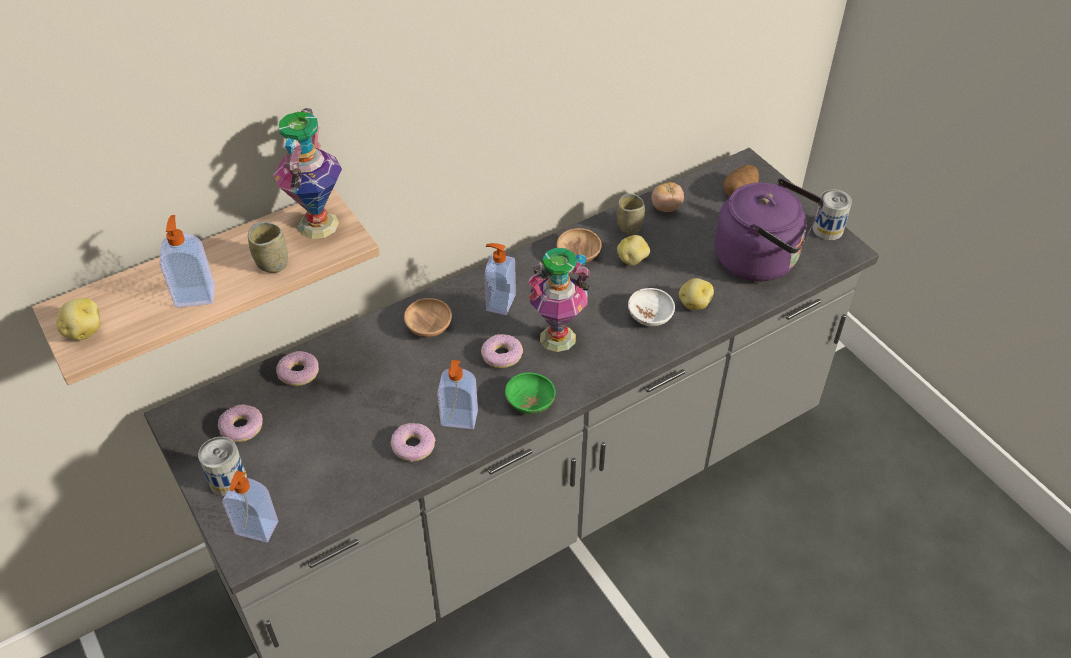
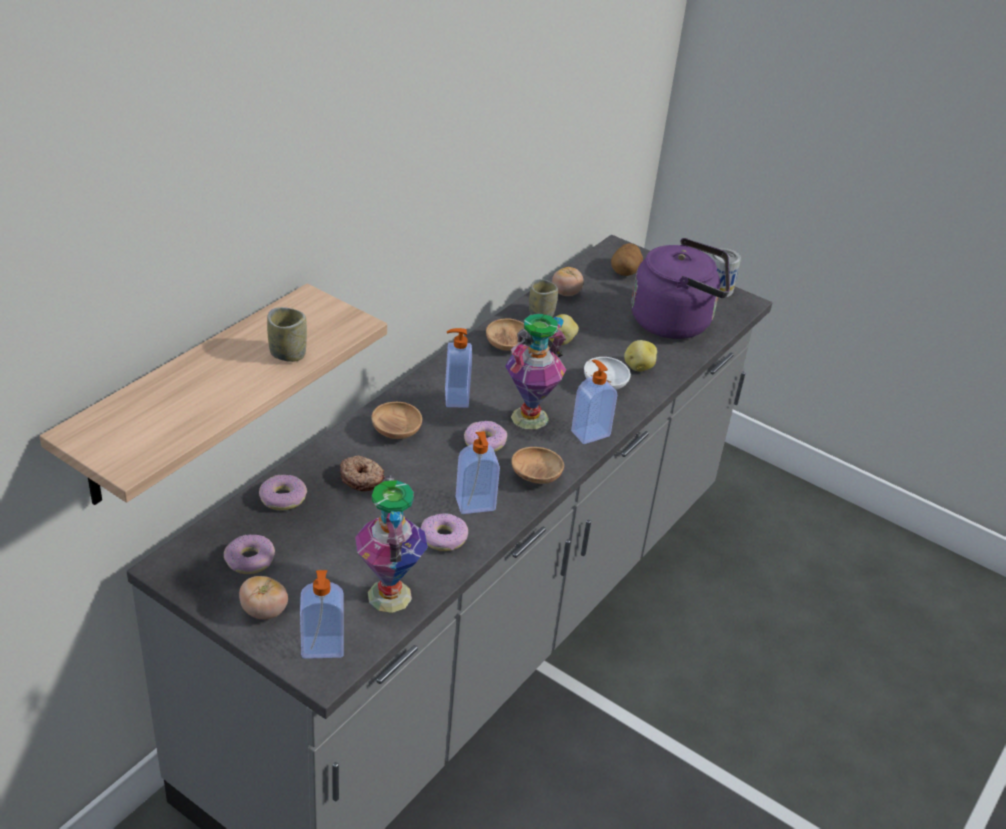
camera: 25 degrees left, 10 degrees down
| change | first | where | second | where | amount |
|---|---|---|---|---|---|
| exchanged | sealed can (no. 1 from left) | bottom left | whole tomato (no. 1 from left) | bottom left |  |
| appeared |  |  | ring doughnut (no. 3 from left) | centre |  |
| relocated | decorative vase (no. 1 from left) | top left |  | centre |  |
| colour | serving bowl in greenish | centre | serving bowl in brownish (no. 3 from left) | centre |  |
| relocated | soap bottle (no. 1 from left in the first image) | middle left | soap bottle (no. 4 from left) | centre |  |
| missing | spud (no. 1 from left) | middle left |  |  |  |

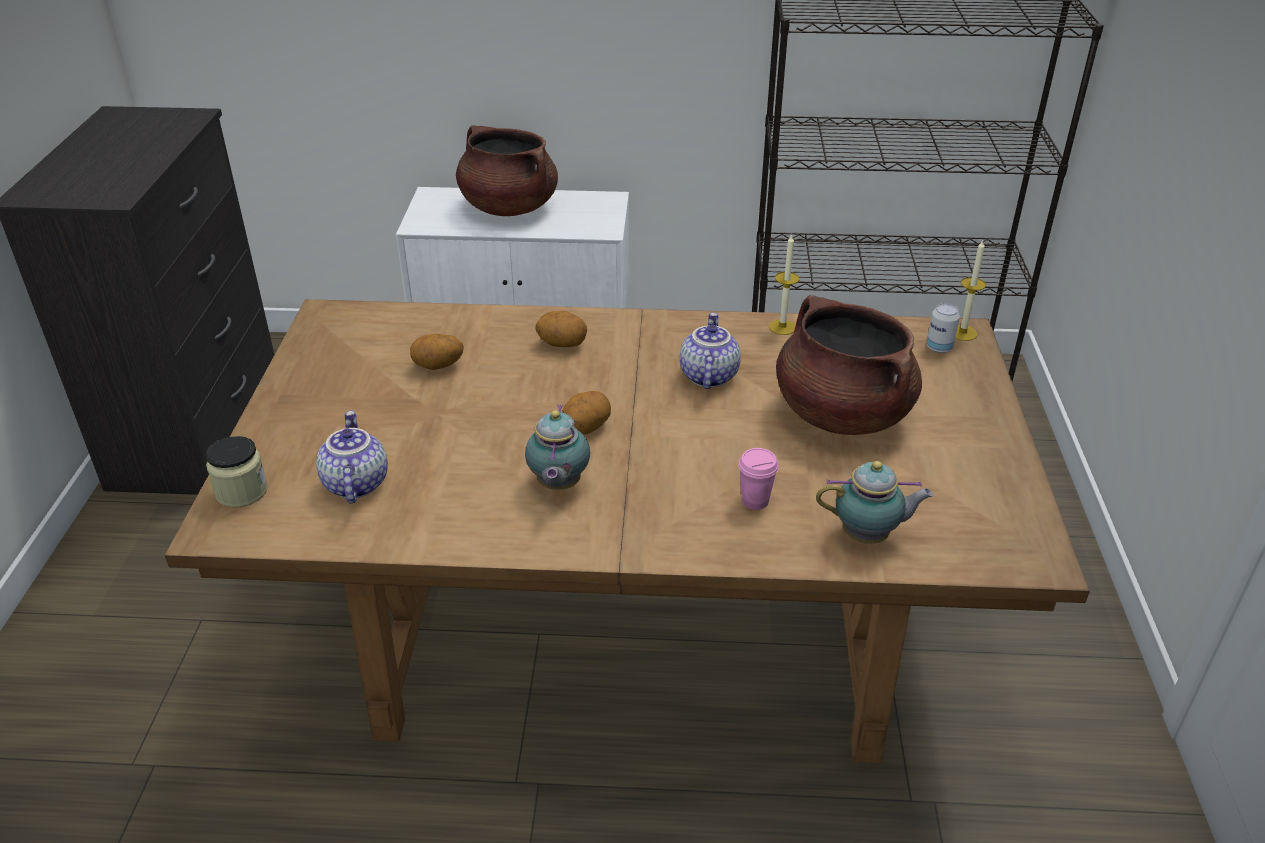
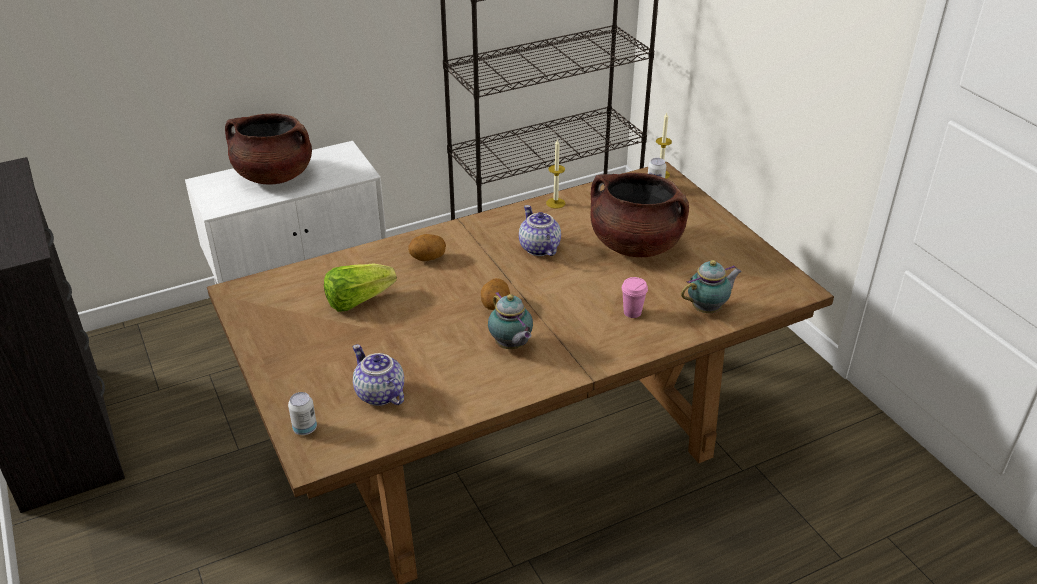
camera: 30 degrees left, 0 degrees up
| change | first | where | second | where | amount |
|---|---|---|---|---|---|
| exchanged | storage jar | middle left | sealed can (no. 1 from left) | bottom left |  |
| exchanged | spud (no. 1 from left) | centre | lettuce head | centre |  |

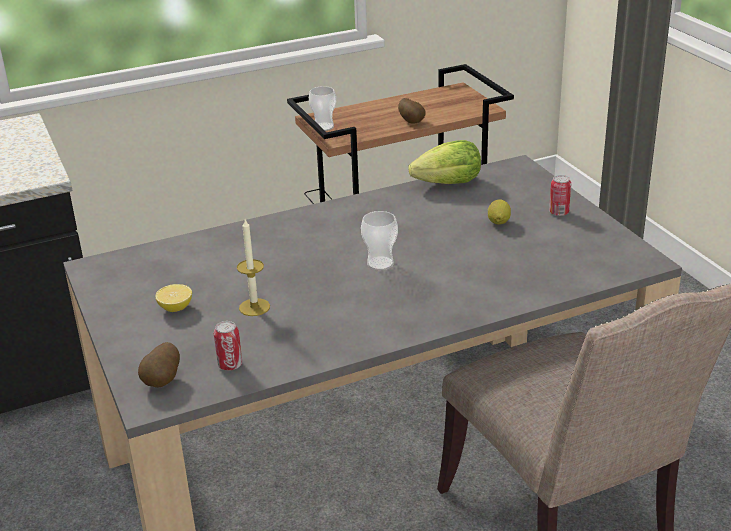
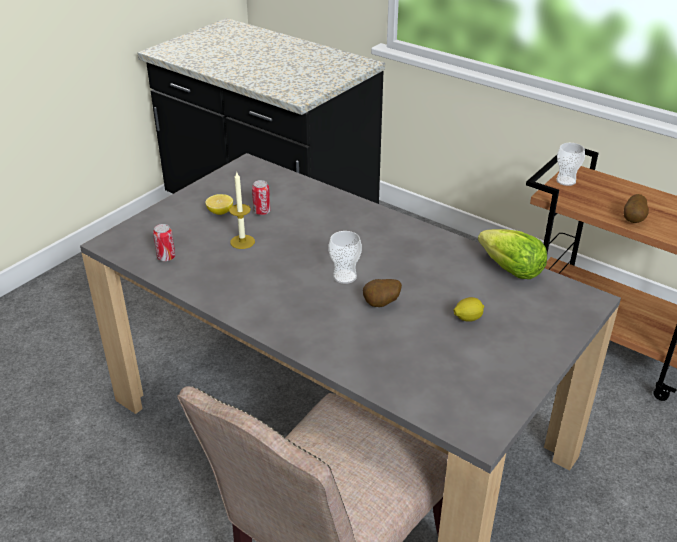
camera: 60 degrees right, 5 degrees up
| change | first | where | second | where | amount |
|---|---|---|---|---|---|
| relocated | sealed can (no. 2 from left) | middle right |  | centre |  |
| relocated | spud (no. 1 from left) | bottom left |  | centre |  |

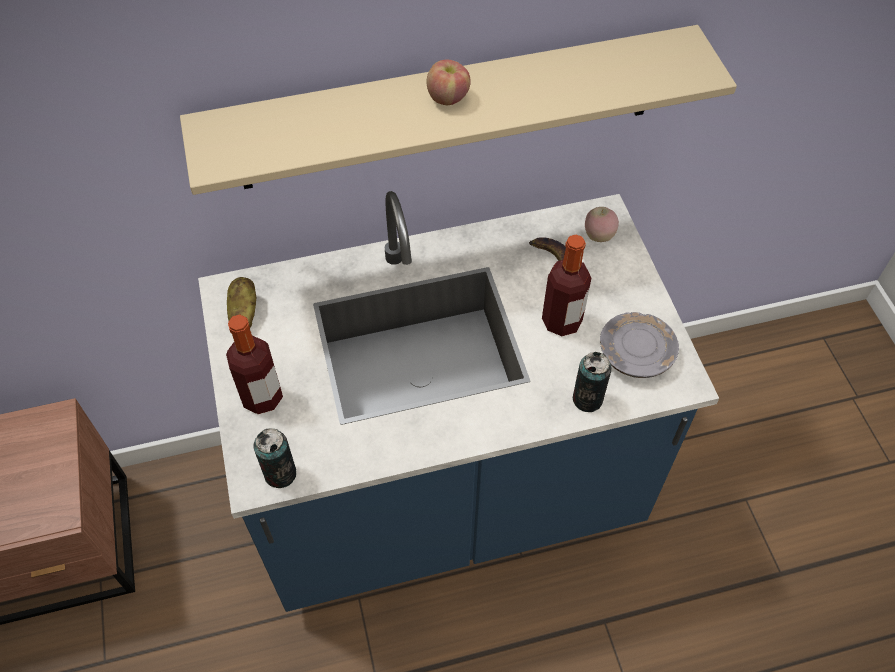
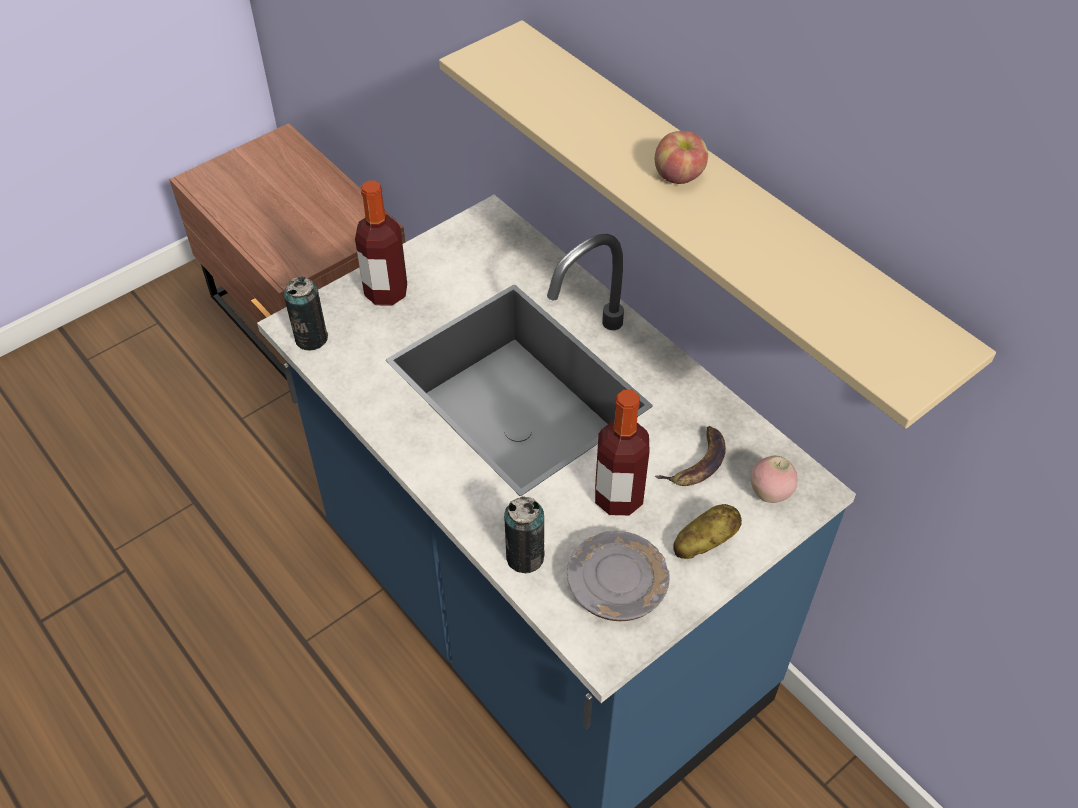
camera: 65 degrees right, 5 degrees down
| change | first | where | second | where | amount |
|---|---|---|---|---|---|
| relocated | spud | middle left |  | centre |  |

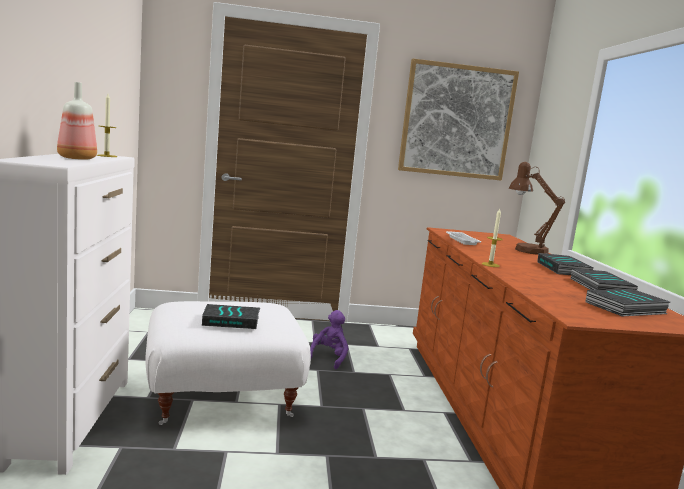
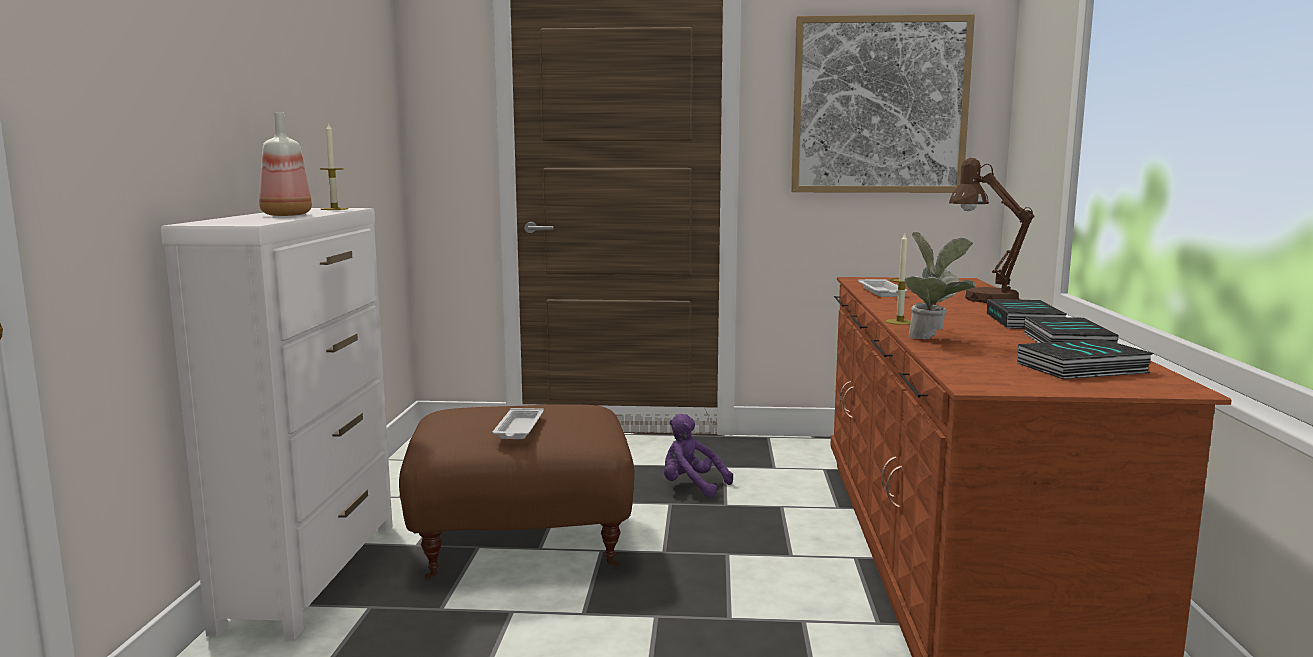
camera: 10 degrees right, 0 degrees up
| change | first | where | second | where | amount |
|---|---|---|---|---|---|
| colour | pouffe in white-coloured | bottom centre | pouffe in brownish | bottom centre |  |
| exchanged | bound book (no. 1 from left) | centre | serving tray in white-coloured (no. 1 from left) | centre |  |
| spun | soft toy in purplish | bottom centre |  | bottom centre | 90 degrees counterclockwise |
| appeared |  |  | houseplant | middle right |  |

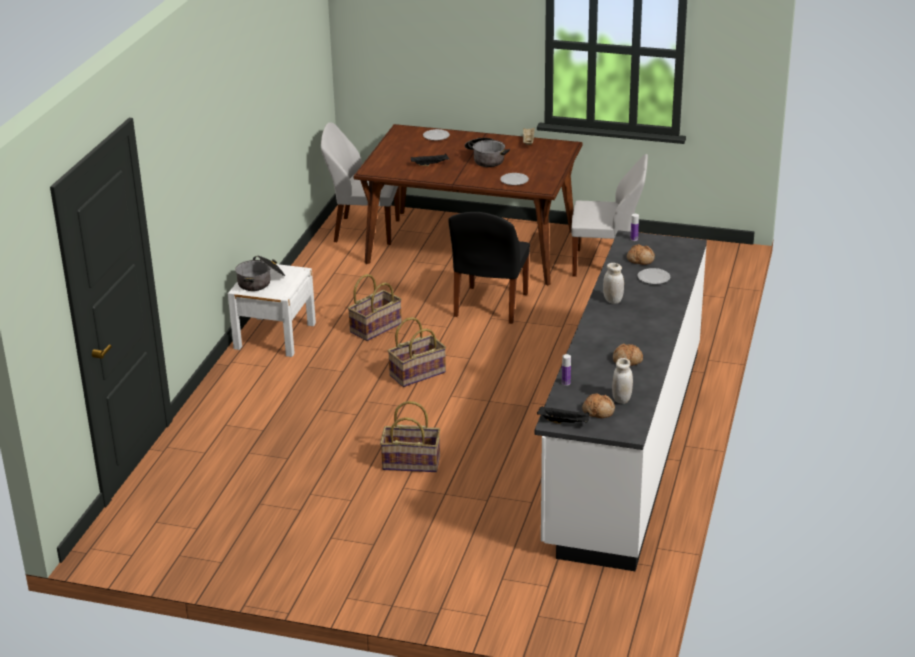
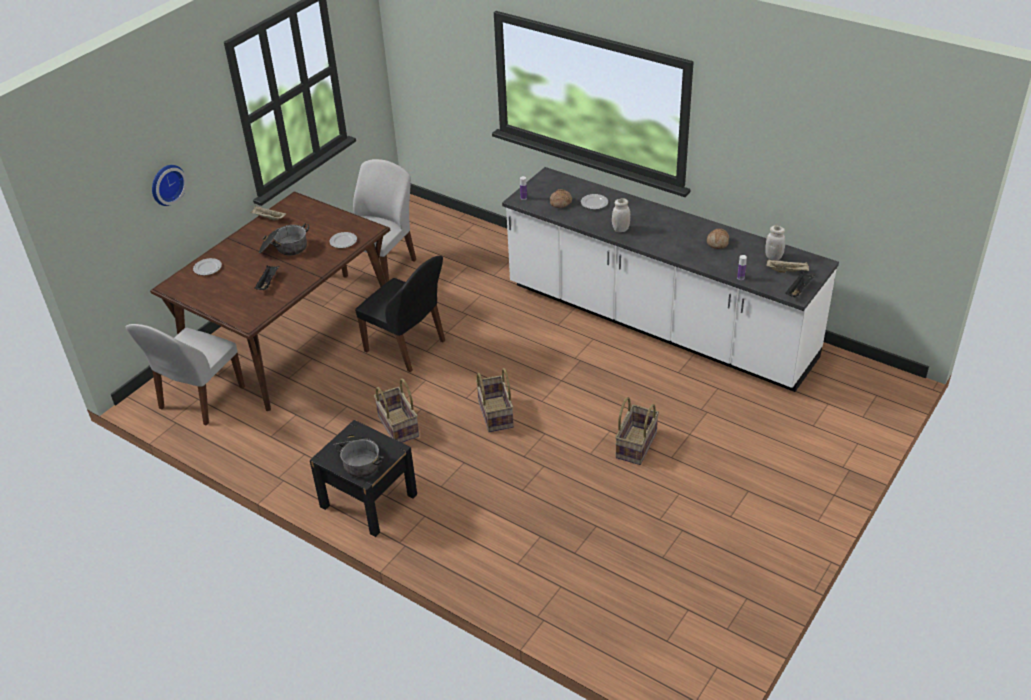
camera: 70 degrees left, 10 degrees up
| change | first | where | second | where | amount |
|---|---|---|---|---|---|
| appeared |  |  | wall clock | top left |  |
| colour | night table in white-coloured | middle left | night table in black | bottom centre |  |
| exchanged | bread (no. 1 from left) | centre | serving tray in sand-coloured (no. 2 from left) | middle right |  |

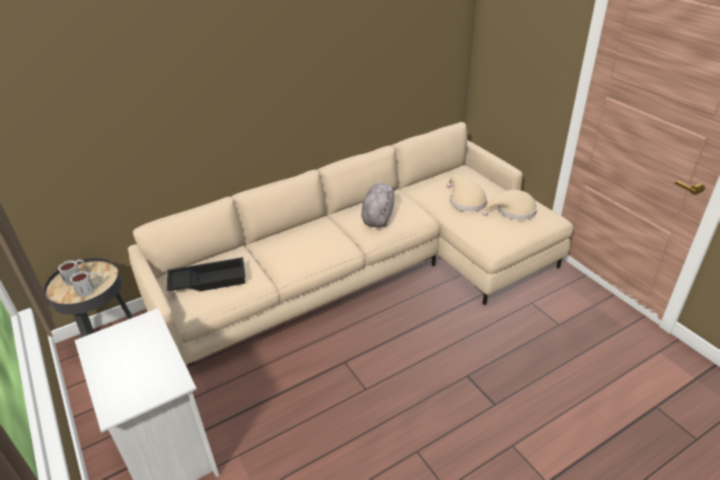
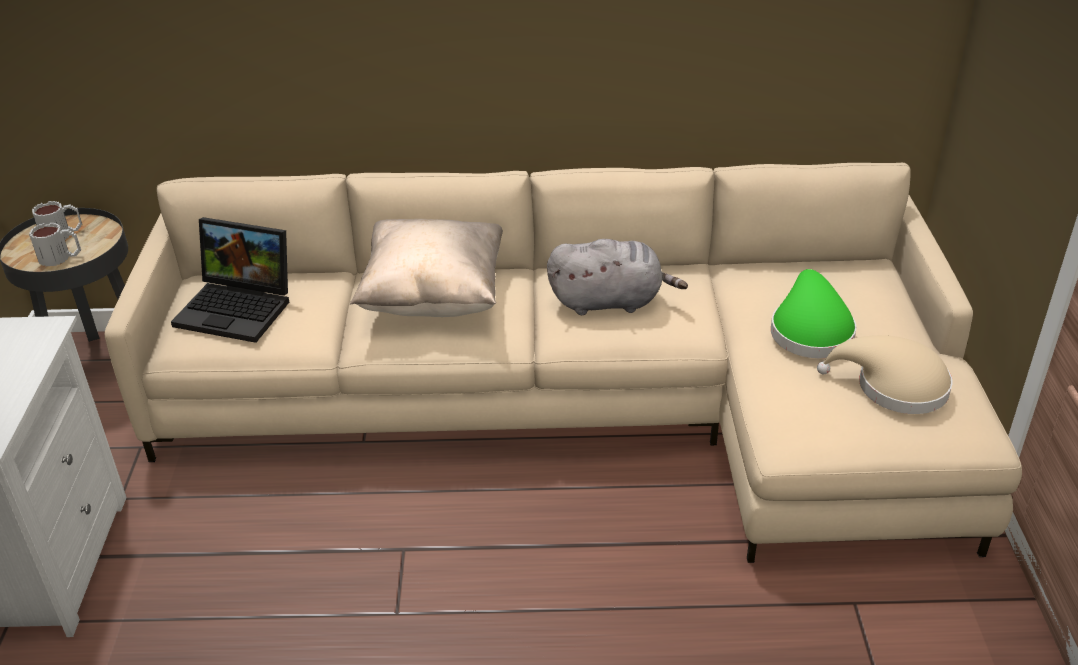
camera: 30 degrees right, 0 degrees up
| change | first | where | second | where | amount |
|---|---|---|---|---|---|
| exchanged | serving tray in black | middle left | portable computer | middle left |  |
| appeared |  |  | pillow in sand-coloured | centre |  |
| spun | soft toy in grey | centre |  | centre | 45 degrees clockwise |
| colour | clothing hat in sand-coloured (no. 1 from left) | centre | clothing hat in greenish | middle right |  |

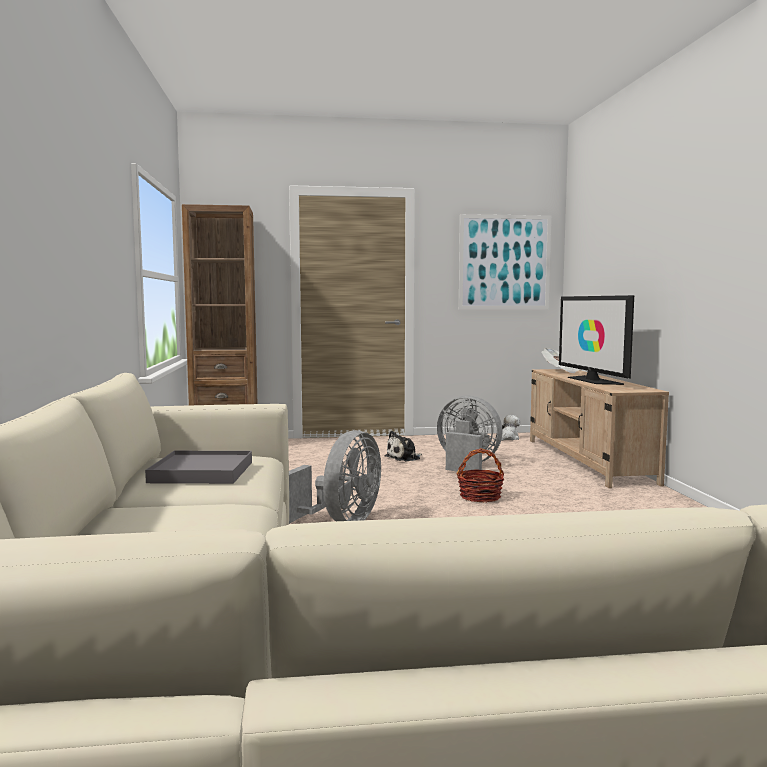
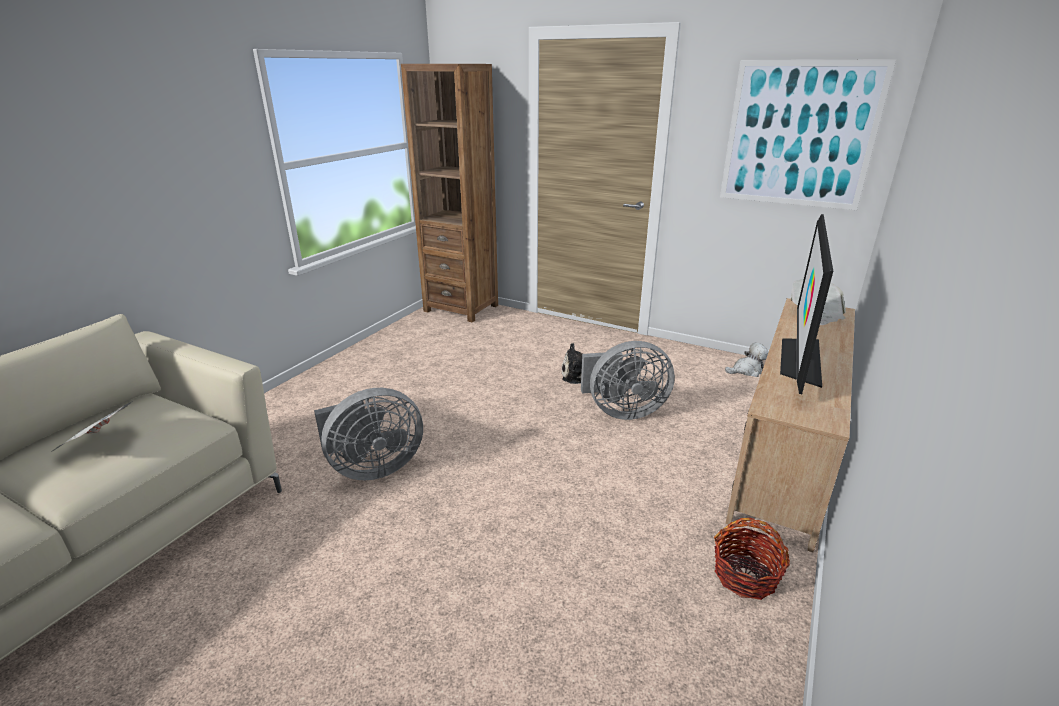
camera: 35 degrees right, 20 degrees up
| change | first | where | second | where | amount |
|---|---|---|---|---|---|
| exchanged | serving tray in grey | middle left | printed paper (no. 1 from left) | middle left |  |
| spun | electric fan in grey (no. 2 from left) | centre |  | centre | 105 degrees clockwise |
| relocated | basket | centre |  | bottom right |  |

